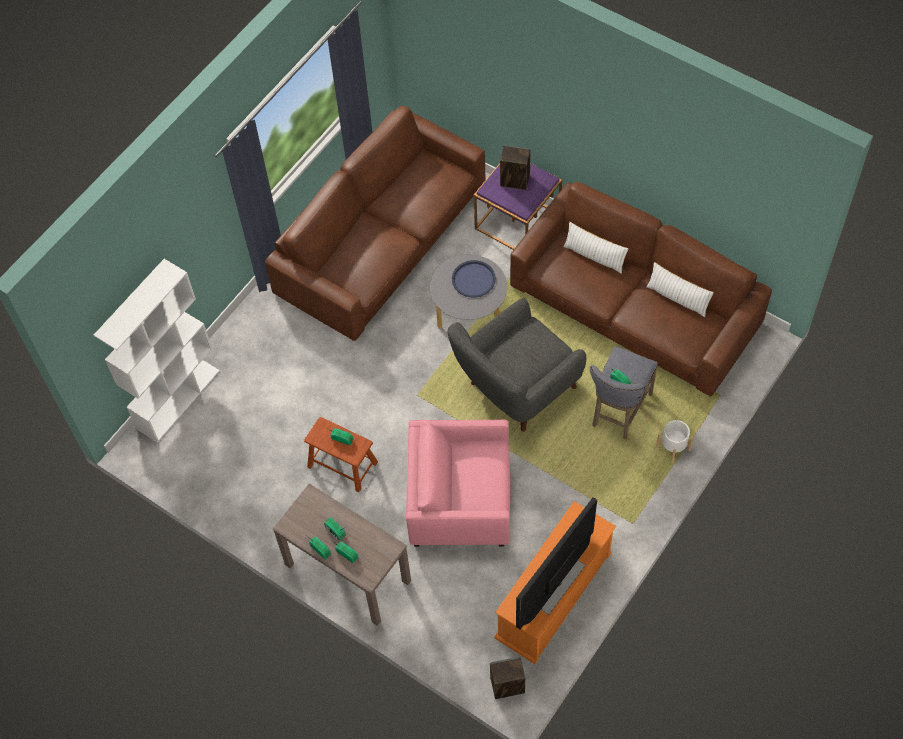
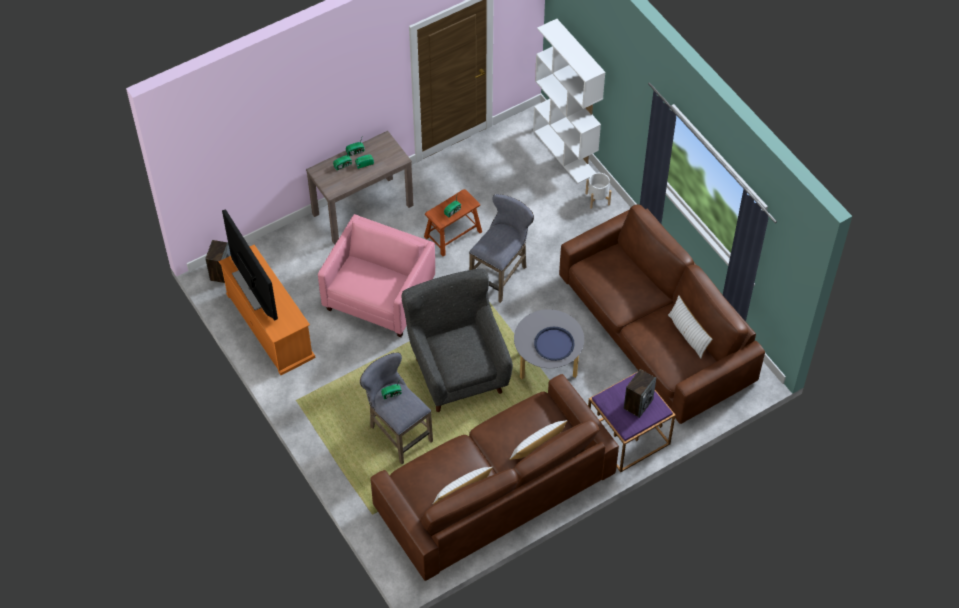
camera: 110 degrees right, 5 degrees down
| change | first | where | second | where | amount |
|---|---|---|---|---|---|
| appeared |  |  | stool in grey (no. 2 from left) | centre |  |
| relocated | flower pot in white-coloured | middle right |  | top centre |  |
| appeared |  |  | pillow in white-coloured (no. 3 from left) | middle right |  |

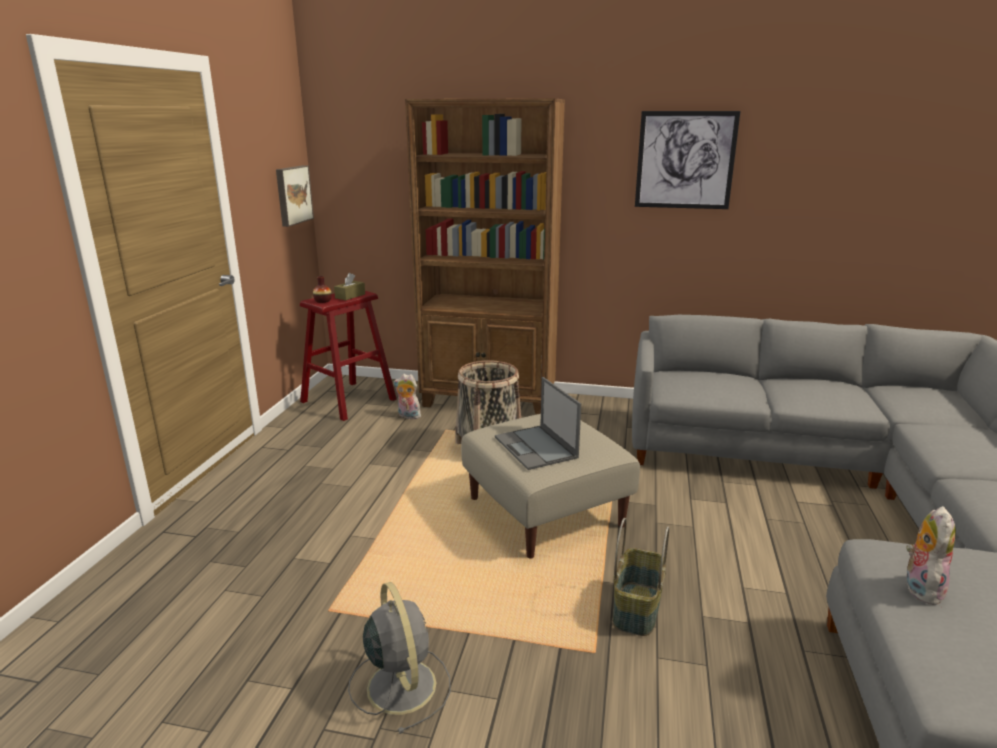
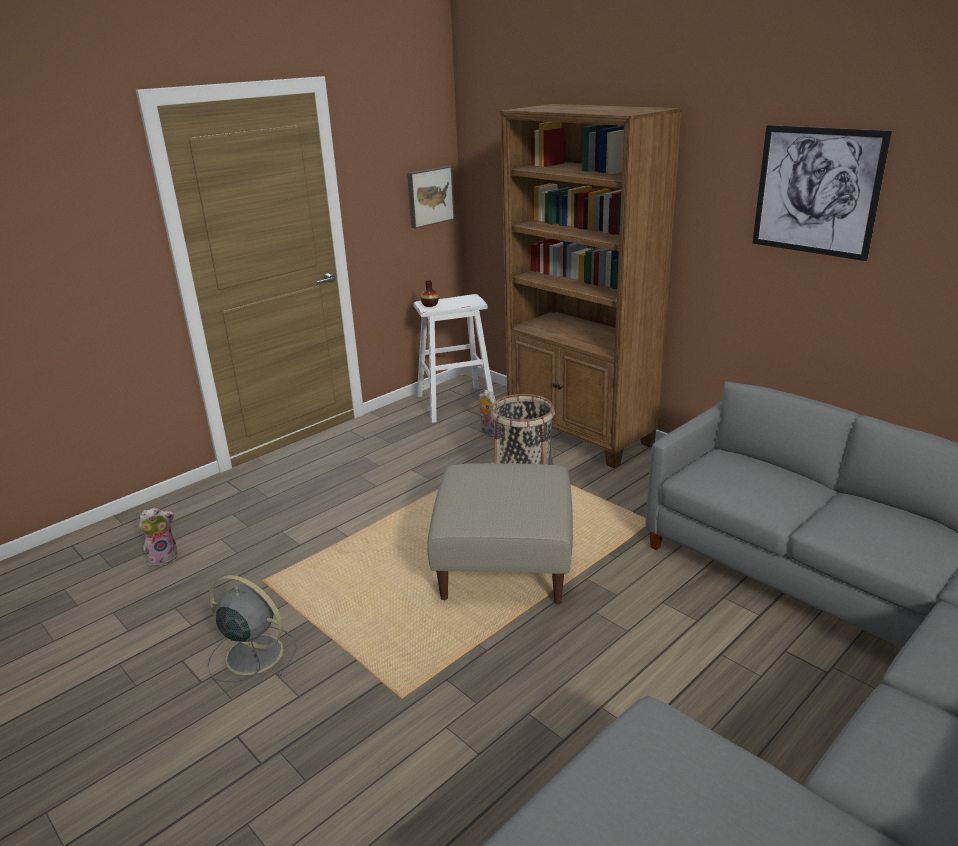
camera: 35 degrees right, 5 degrees up
| change | first | where | second | where | amount |
|---|---|---|---|---|---|
| relocated | soft toy (no. 2 from left in the first image) | bottom right | soft toy (no. 1 from left) | middle left |  |
| spun | electric fan in grey | bottom centre |  | bottom left | 75 degrees counterclockwise |
| colour | stool in red-coloured | centre | stool in white-coloured | centre |  |
| missing | box of tissues in brownish | centre |  |  |  |
| missing | portable computer | centre |  |  |  |
| missing | basket (no. 2 from left) | bottom centre |  |  |  |

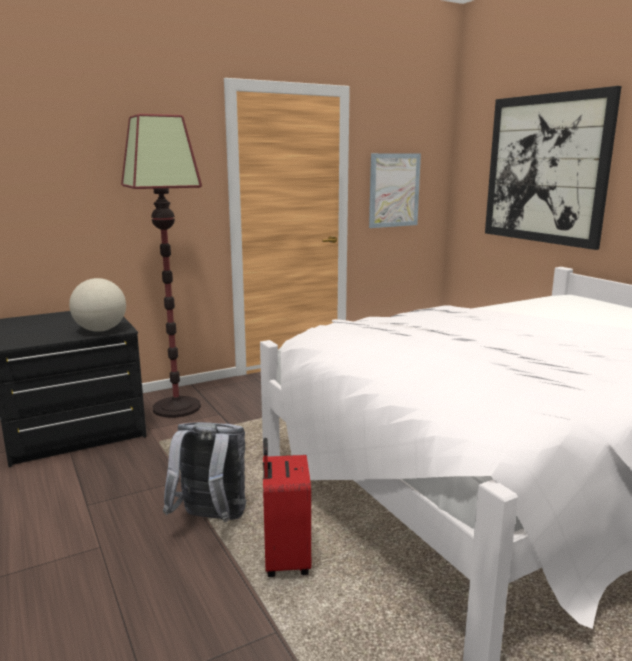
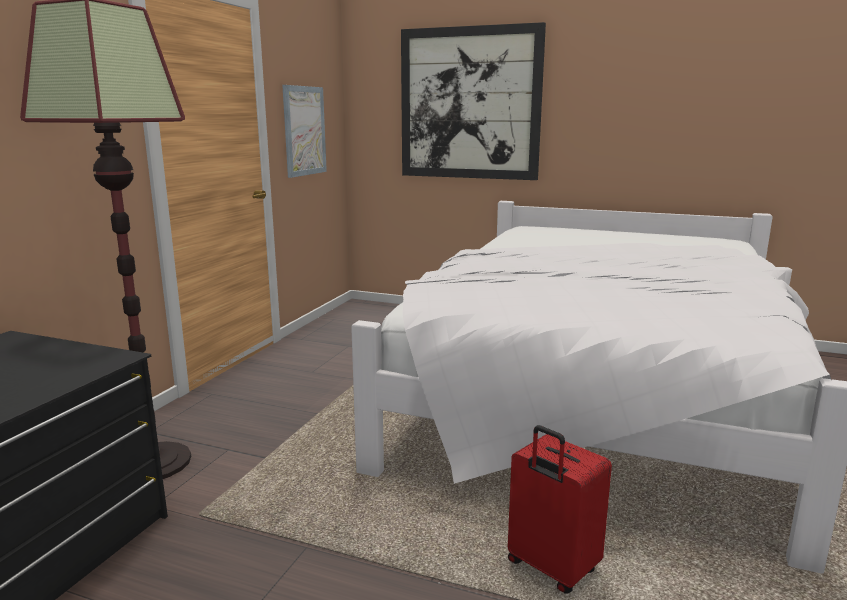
camera: 40 degrees left, 0 degrees up
| change | first | where | second | where | amount |
|---|---|---|---|---|---|
| missing | world globe | middle left |  |  |  |
| missing | rucksack in grey | bottom left |  |  |  |

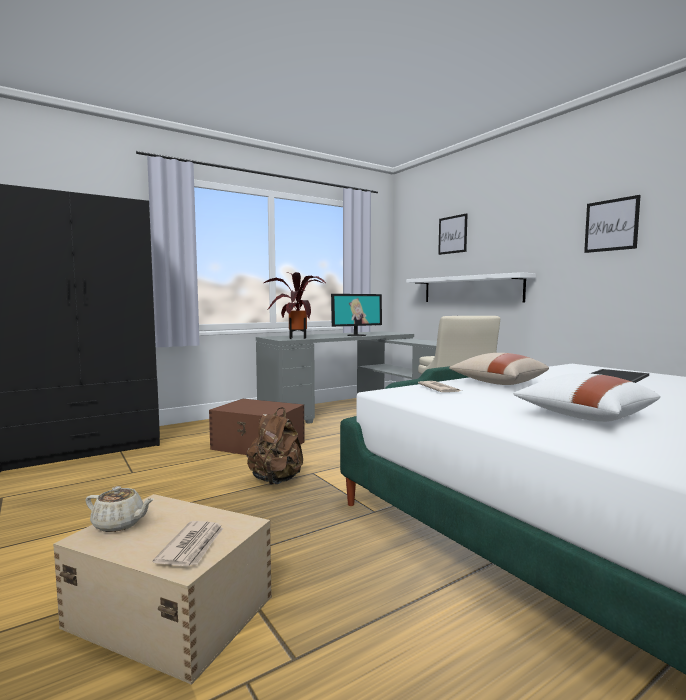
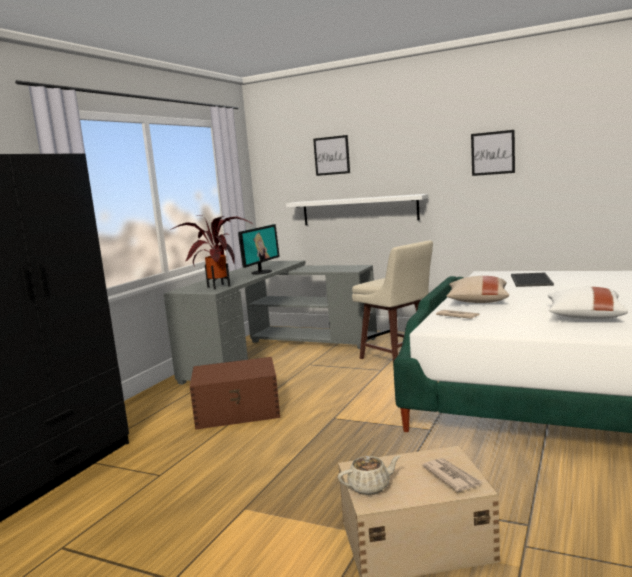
camera: 30 degrees left, 5 degrees up
| change | first | where | second | where | amount |
|---|---|---|---|---|---|
| missing | rucksack in brownish | centre |  |  |  |

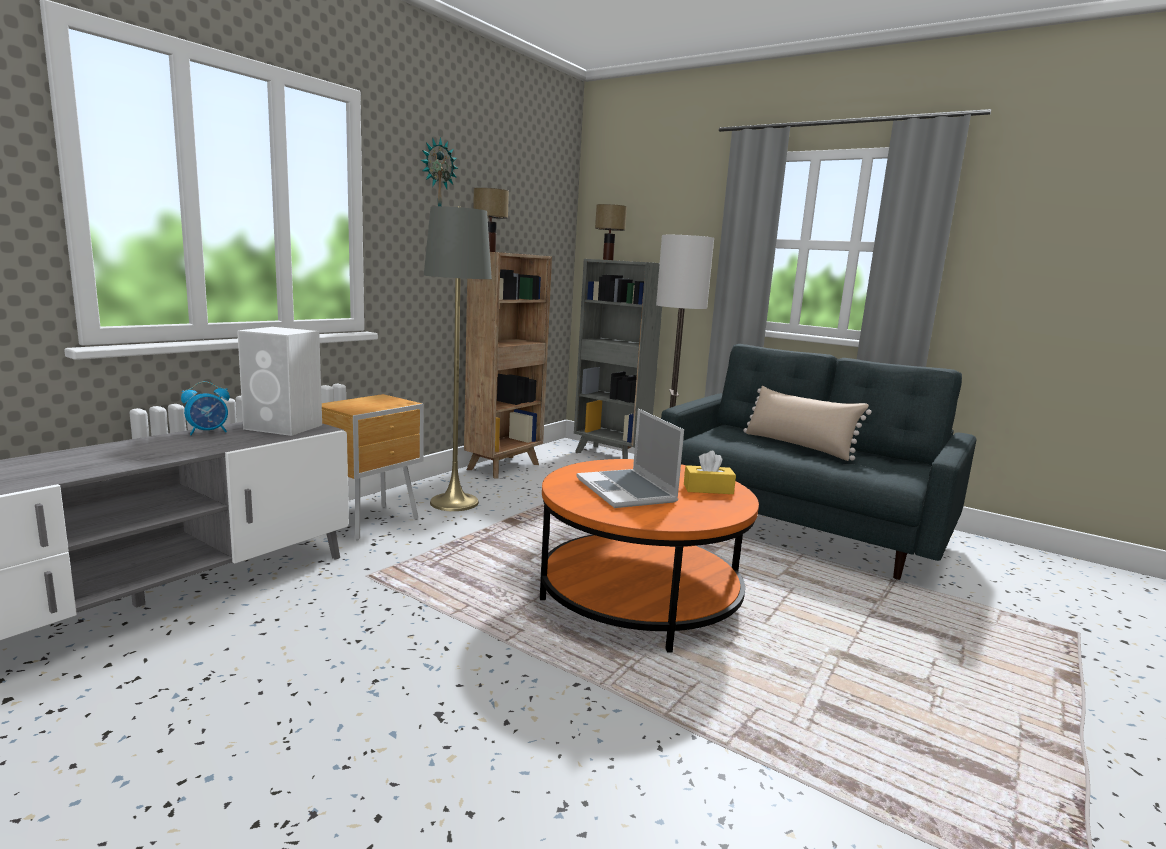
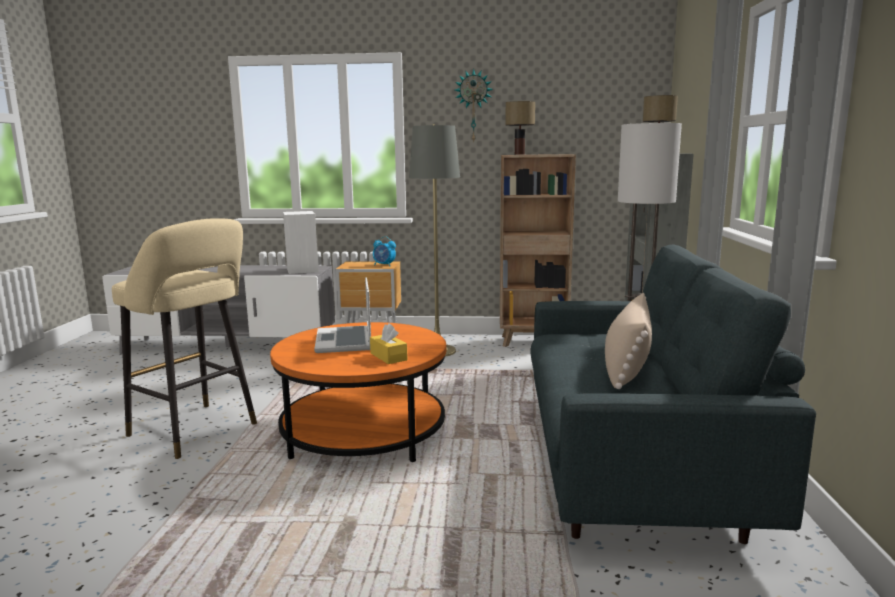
camera: 60 degrees right, 0 degrees up
| change | first | where | second | where | amount |
|---|---|---|---|---|---|
| appeared |  |  | stool in sand-coloured | middle left |  |
| spun | portable computer | centre |  | centre | 45 degrees counterclockwise |
| relocated | alarm clock | middle left |  | centre |  |

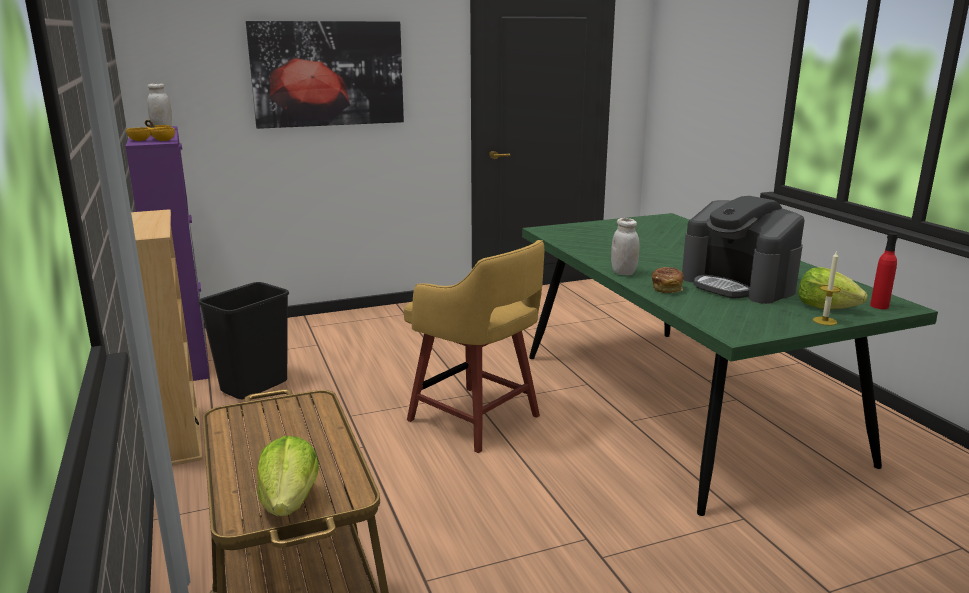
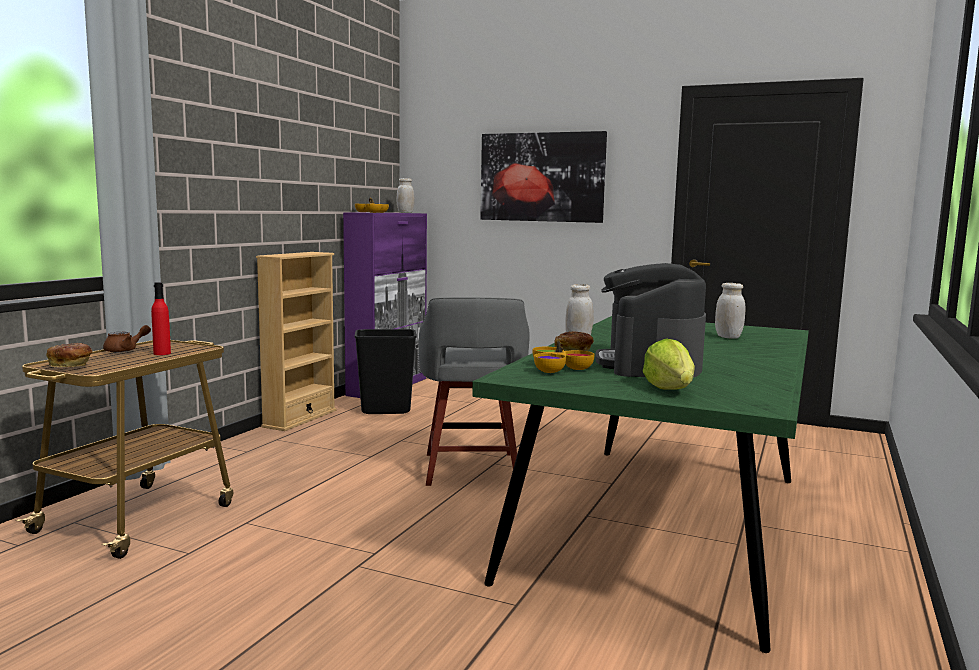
camera: 45 degrees right, 10 degrees down
| change | first | where | second | where | amount |
|---|---|---|---|---|---|
| exchanged | lettuce head (no. 1 from left) | bottom left | bread (no. 1 from left) | middle left |  |
| appeared |  |  | tea pot in brownish | middle left |  |
| relocated | bottle in red-coloured | middle right |  | middle left |  |
| colour | stool in yellowish | centre | stool in grey | centre |  |
| appeared |  |  | serving bowl (no. 2 from left) | centre |  |
| appeared |  |  | storage jar in white-coloured (no. 3 from left) | middle right |  |
| missing | wax candle | middle right |  |  |  |

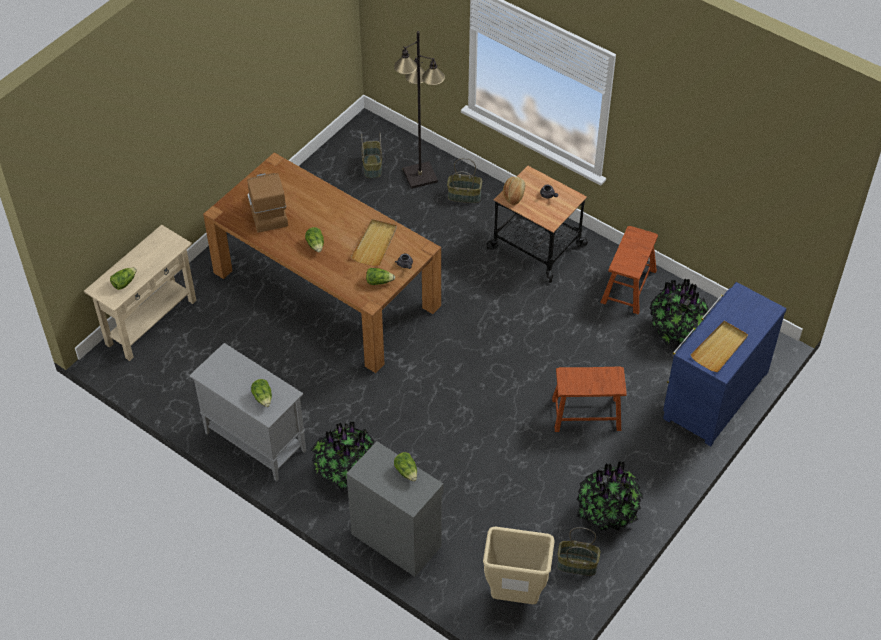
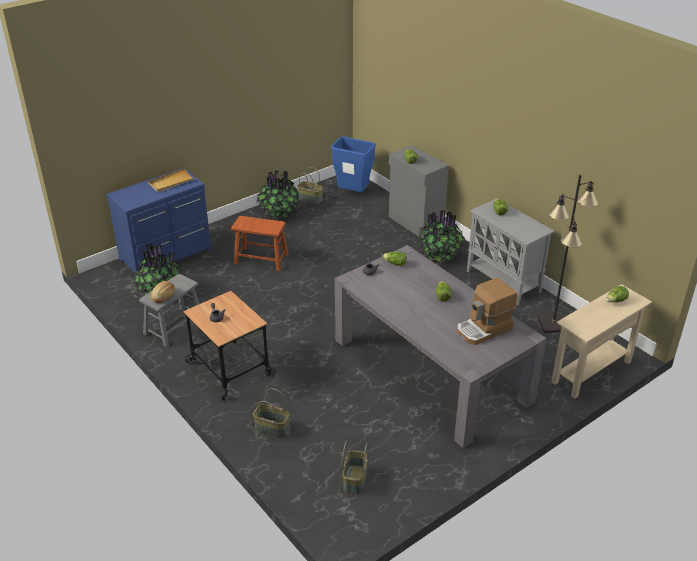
camera: 165 degrees left, 15 degrees down
| change | first | where | second | where | amount |
|---|---|---|---|---|---|
| colour | stool in brownish (no. 2 from left) | middle right | stool in grey | middle left |  |
| relocated | bread | top centre |  | middle left |  |
| colour | waste bin in sand-coloured | bottom centre | waste bin in bluish | top centre |  |
| colour | dinner table in brownish | centre | dinner table in grey | centre |  |
| spun | coffee machine | top left |  | middle right | 60 degrees clockwise |
| relocated | standing lamp in black | top centre |  | middle right |  |
| missing | serving tray in sand-coloured (no. 1 from left) | centre |  |  |  |

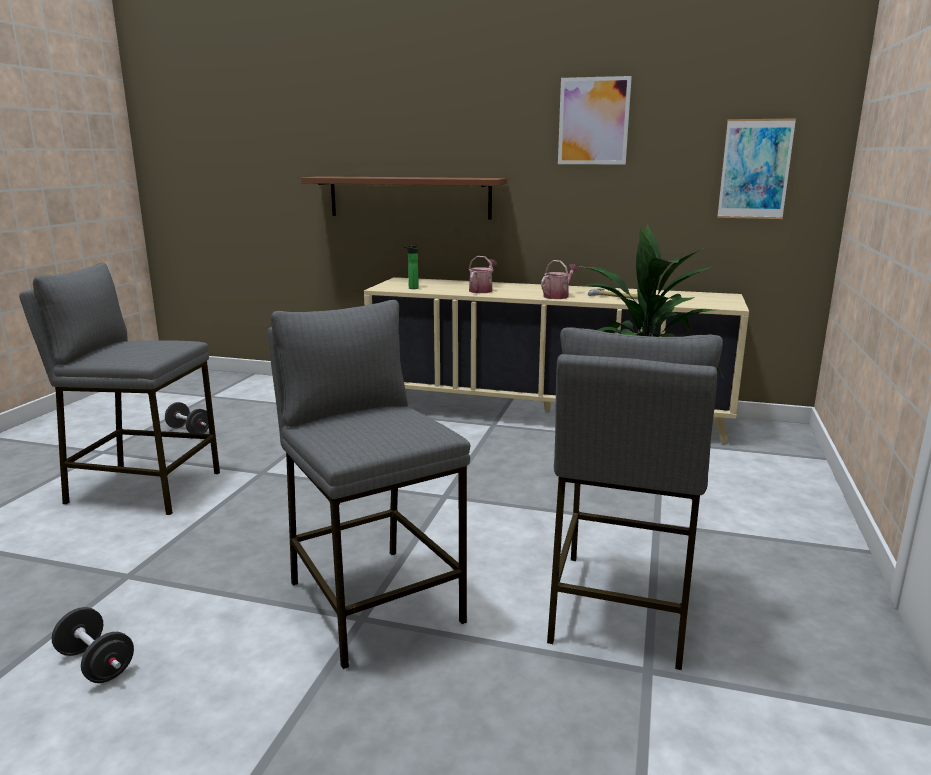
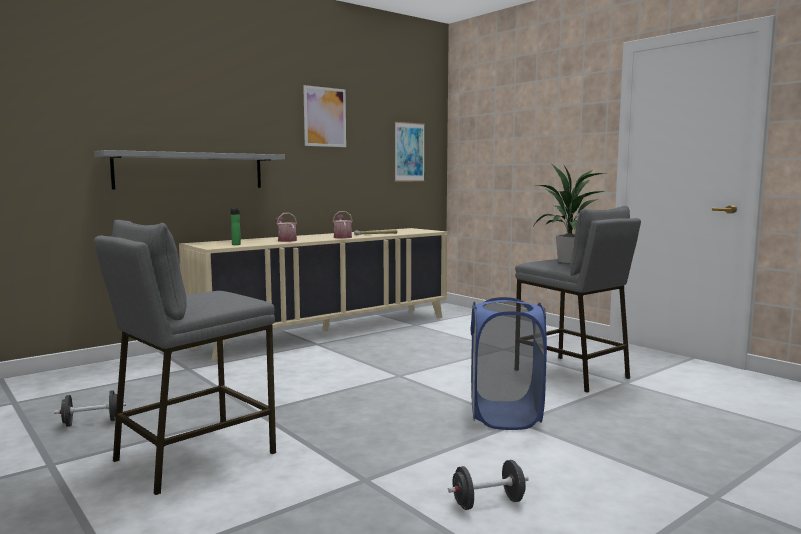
camera: 55 degrees left, 10 degrees down
| change | first | where | second | where | amount |
|---|---|---|---|---|---|
| colour | shelf in brownish | top centre | shelf in grey | top left |  |
| exchanged | stool in grey (no. 2 from left) | centre | hamper in bluish | bottom centre |  |

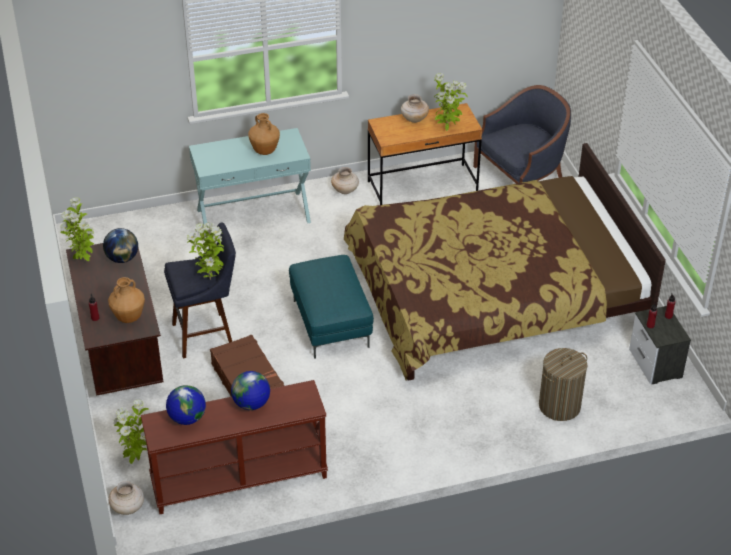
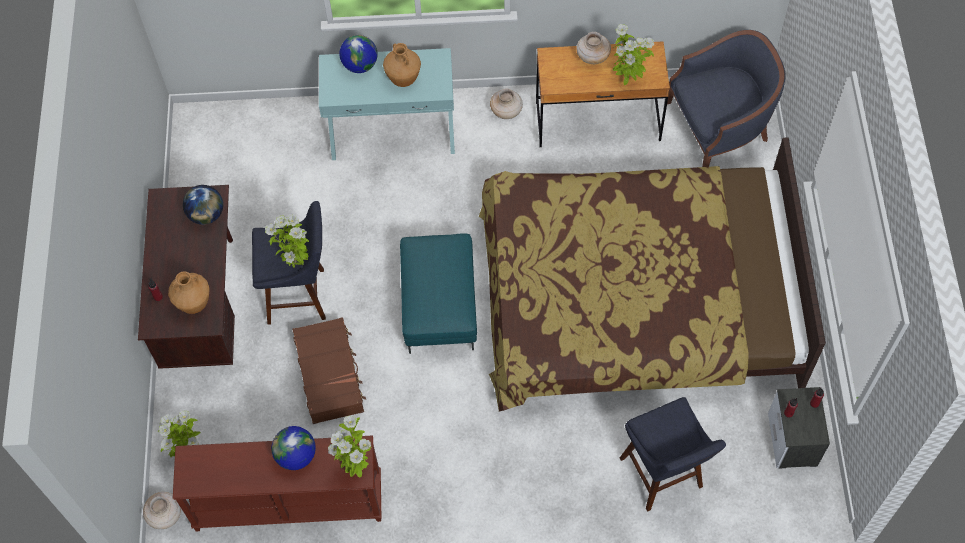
camera: 15 degrees right, 20 degrees up
| change | first | where | second | where | amount |
|---|---|---|---|---|---|
| relocated | houseplant (no. 1 from left in the first image) | middle left | houseplant (no. 3 from left) | bottom centre |  |
| relocated | world globe (no. 2 from left in the first image) | bottom left | world globe (no. 3 from left) | top centre |  |
| exchanged | hamper | bottom right | stool in bluish (no. 2 from left) | bottom right |  |

